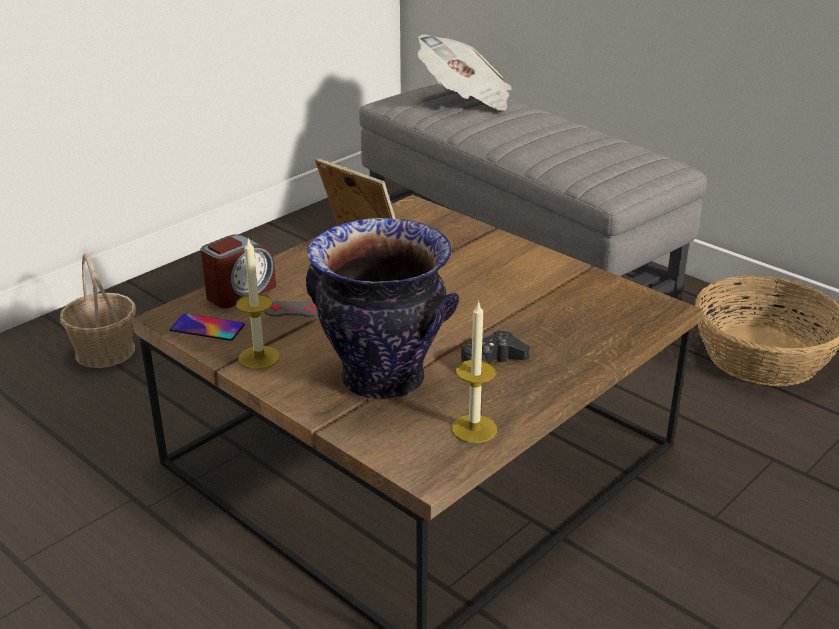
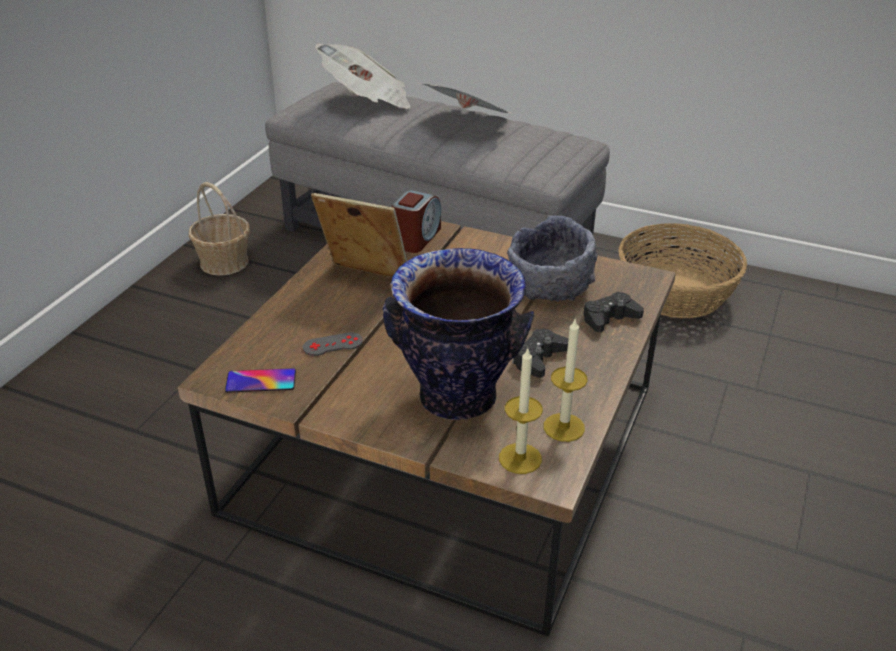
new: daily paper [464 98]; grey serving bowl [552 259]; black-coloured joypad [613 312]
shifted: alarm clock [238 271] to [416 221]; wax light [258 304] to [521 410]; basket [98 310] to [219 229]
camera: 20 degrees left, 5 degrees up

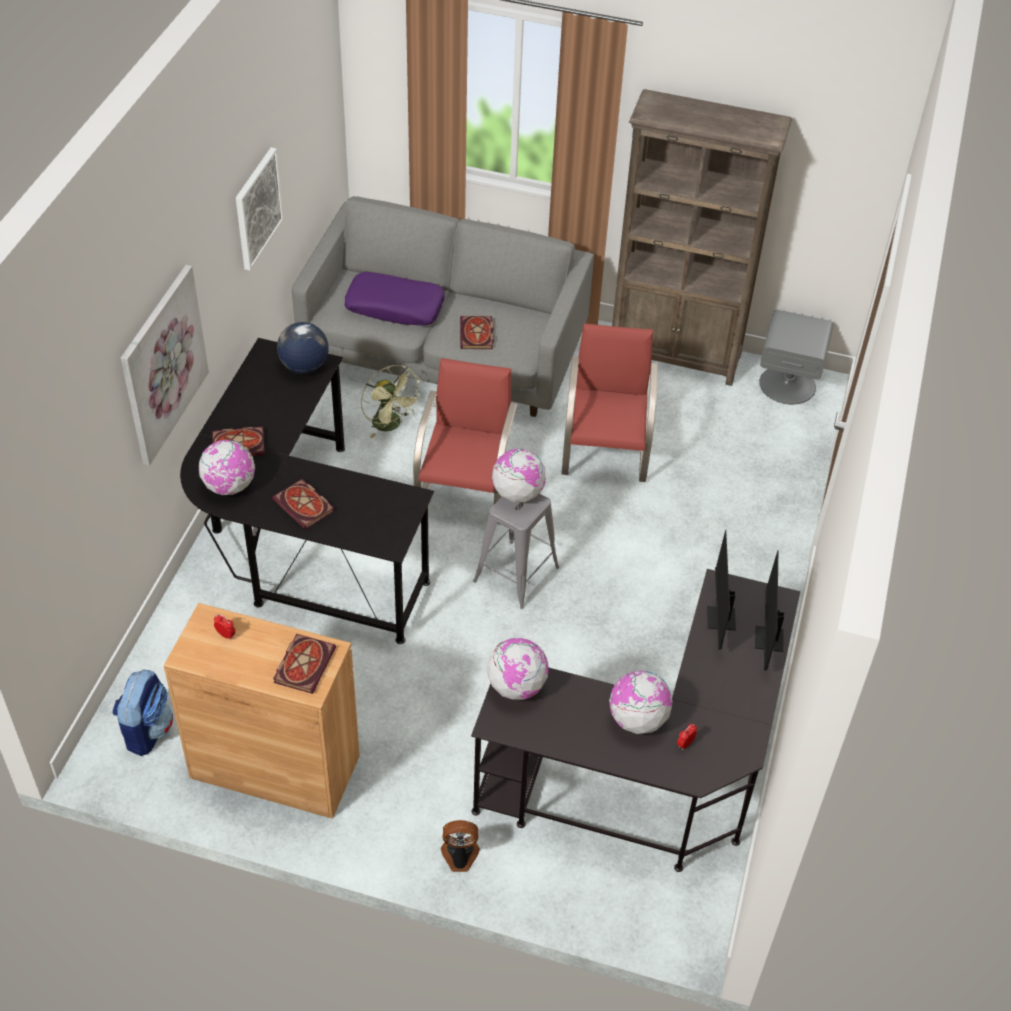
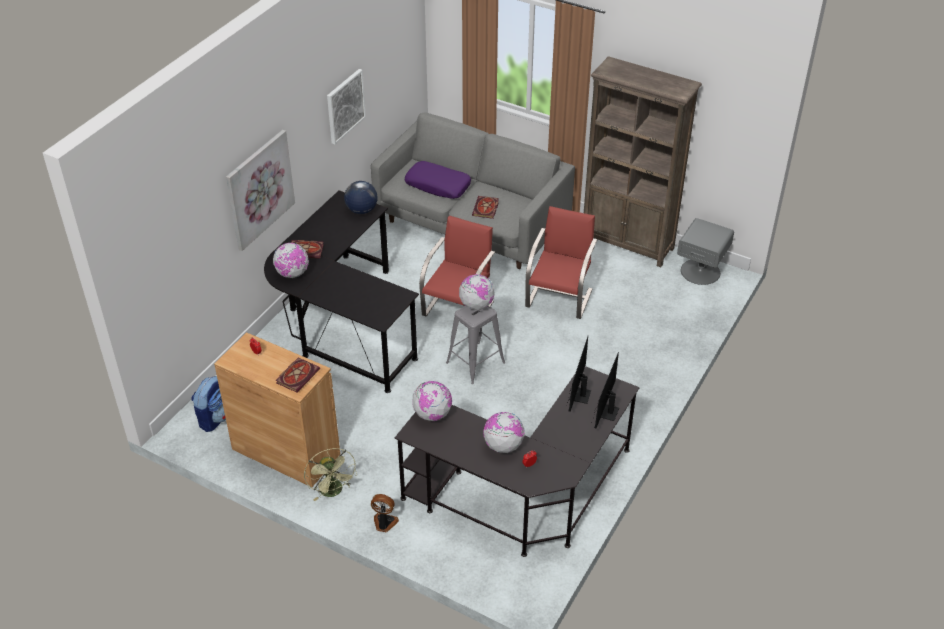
gone: book [303 504]
shifted: green-coloured electric fan [391 401] to [330 474]
camera: 15 degrees right, 5 degrees down

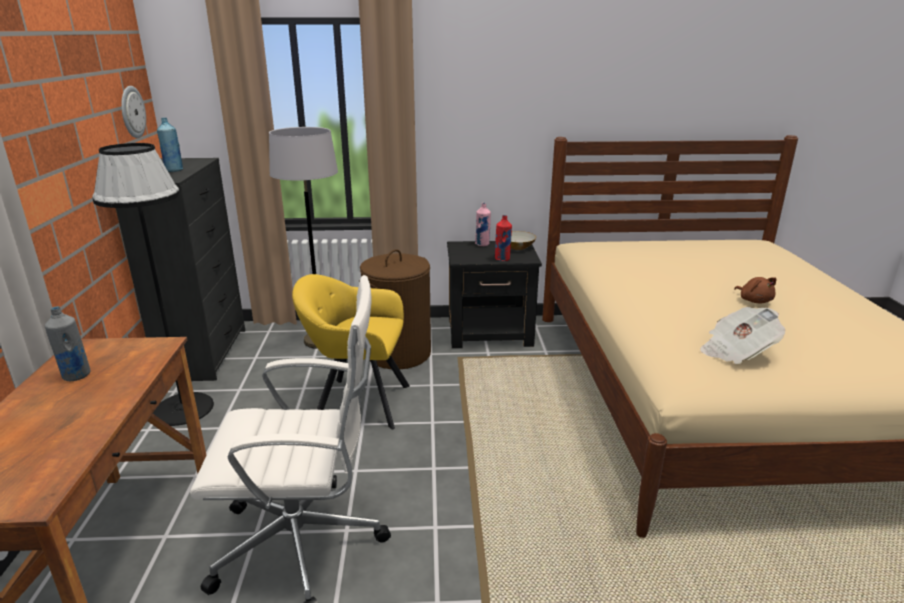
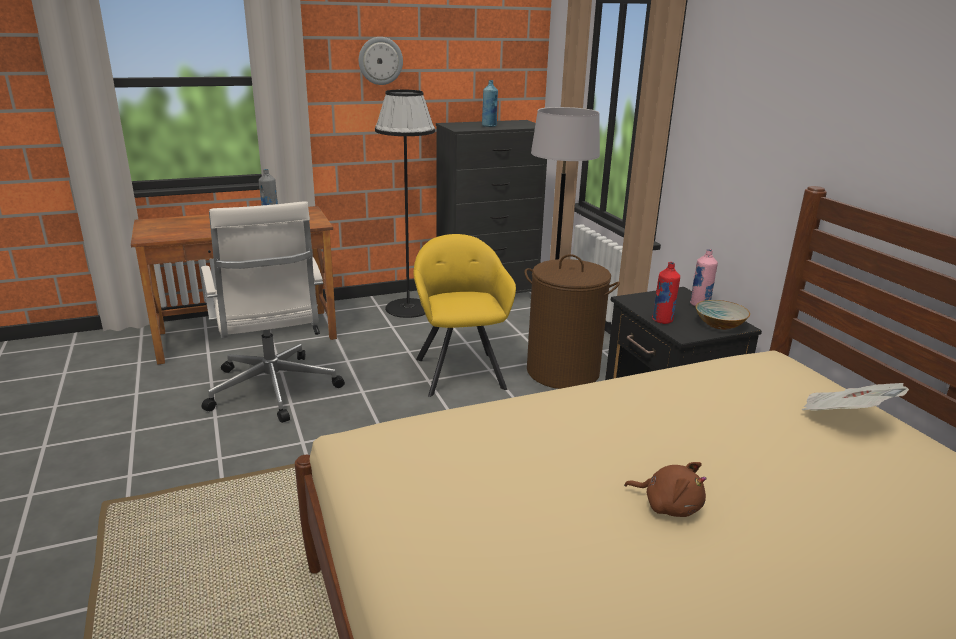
shifted: clock on the wall [133 112] to [381 61]; daily paper [742 335] to [855 397]
rotated: brown soft toy [755 290] = [665 489] 105 degrees counterclockwise
camera: 70 degrees right, 0 degrees up

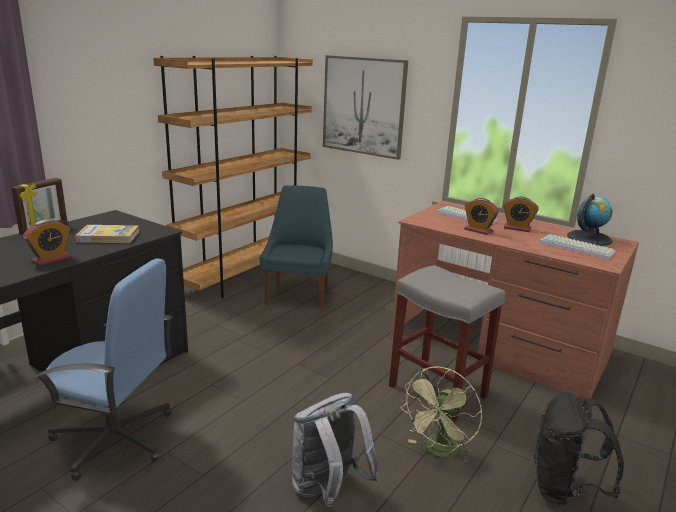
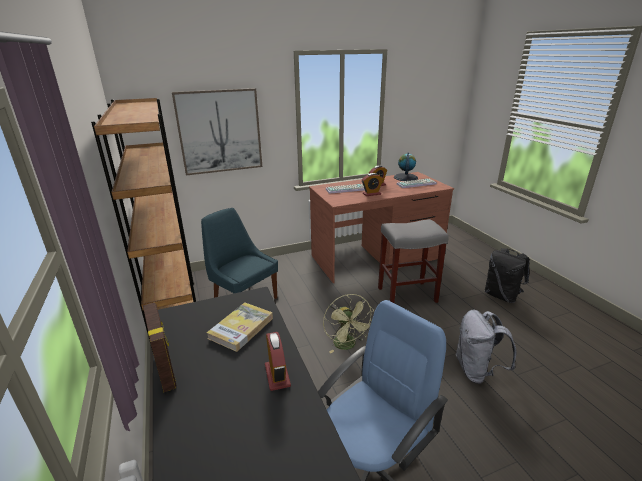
shifted: green-coloured electric fan [441 414] to [348 323]
camera: 55 degrees left, 5 degrees up

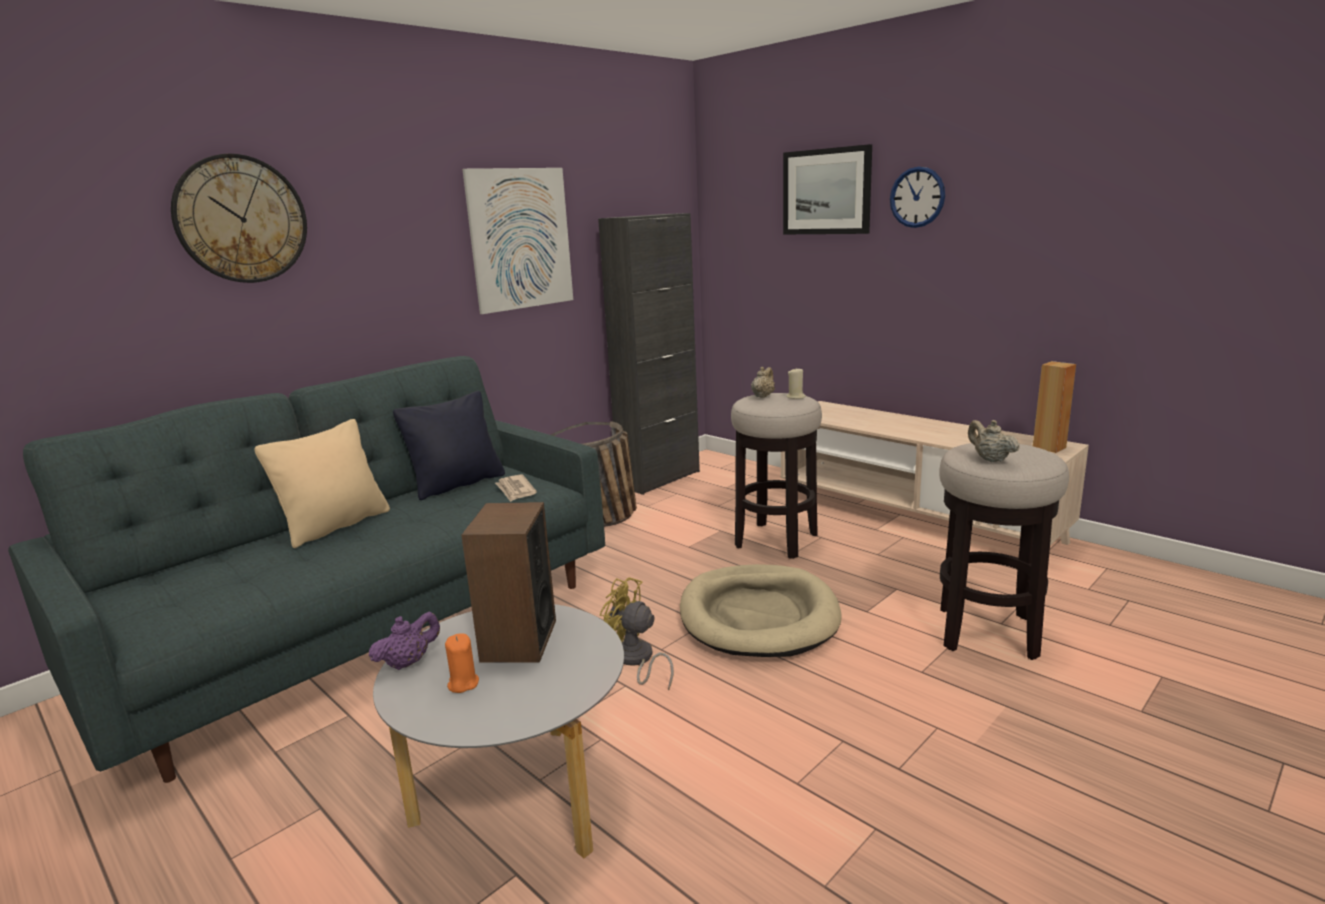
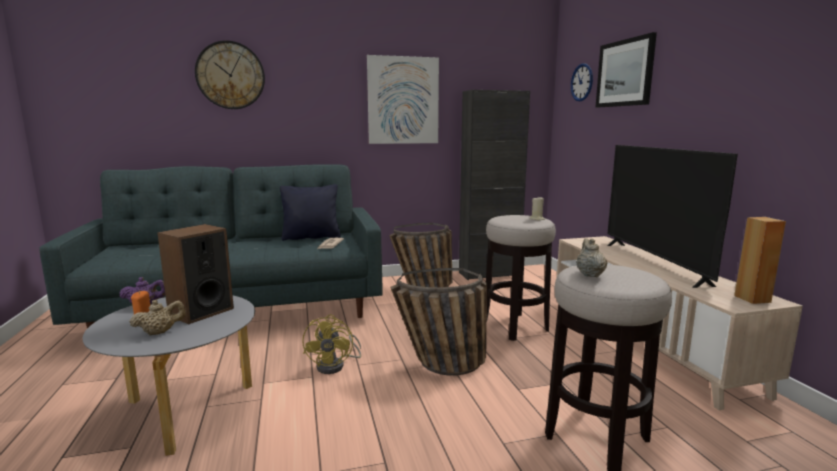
gone: beige cushion [322 483]
new: television [672 216]
shifted: clock on the wall [917 197] to [582 82]; beige teapot [763 382] to [157 318]
swapped: beige pet bed [761 610] to basket [438 322]
rotated: yellow electric fan [637 634] = [331 344] 150 degrees counterclockwise
camera: 30 degrees right, 5 degrees down

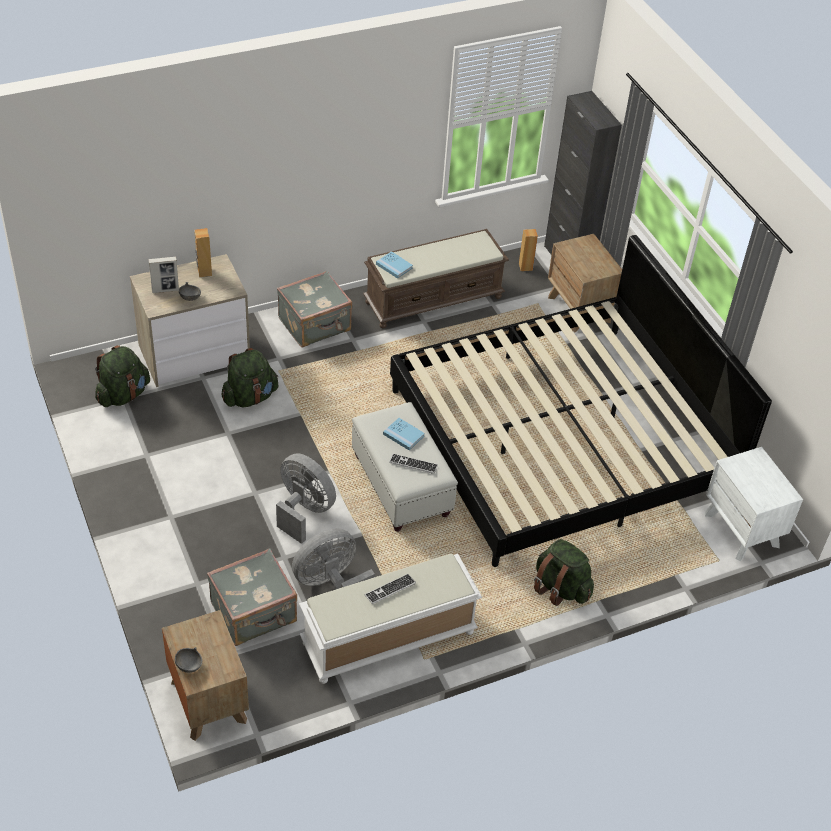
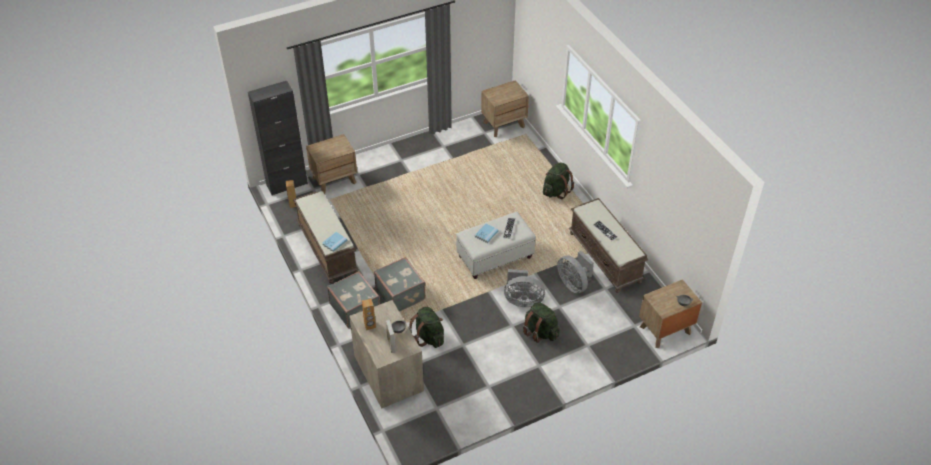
gone: bedroom bed [581 401]
shifted: green-coloured knapsack [122 376] to [541 322]; grey travel case [252 597] to [400 284]
repainted: white bedside table [754 504] to brown bedside table [505 108]; white indoor bench [390 619] to brown indoor bench [608 245]
rotated: grey electric fan [306 498] = [524 288] 120 degrees counterclockwise
camera: 90 degrees left, 0 degrees up

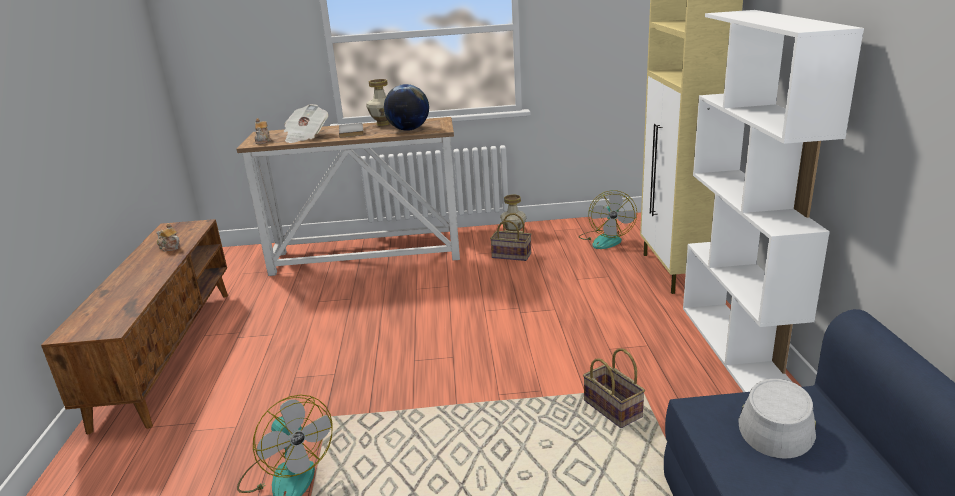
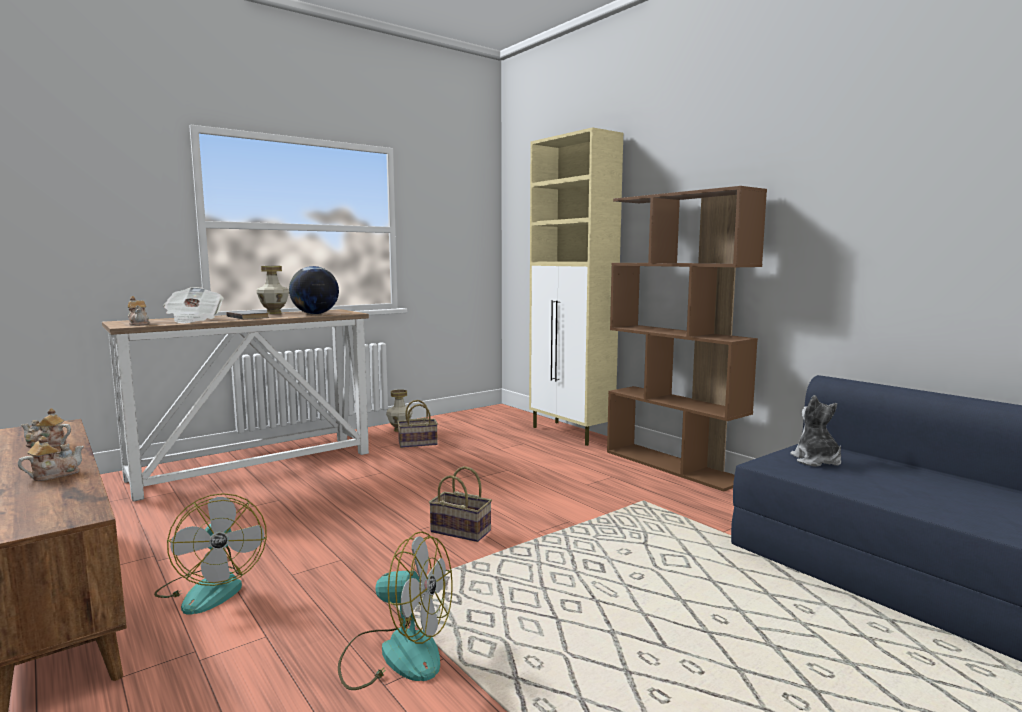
new: teapot [51 458]
shifted: electric fan [608 219] to [210 554]; basket [614 388] to [460 504]
swapped: grey clothing hat [777 418] to soft toy [816 431]
repainted: white bookcase [773 201] to brown bookcase [687 339]
camera: 35 degrees left, 15 degrees down

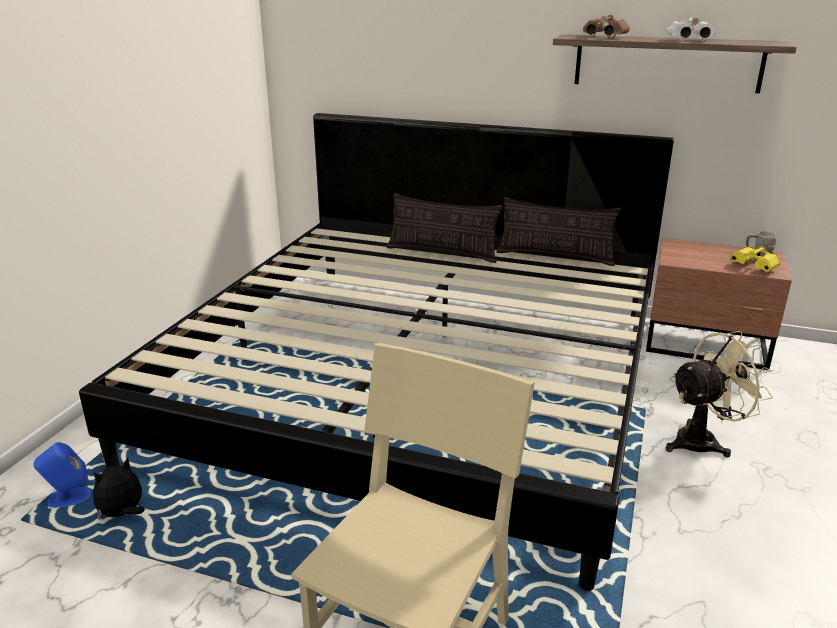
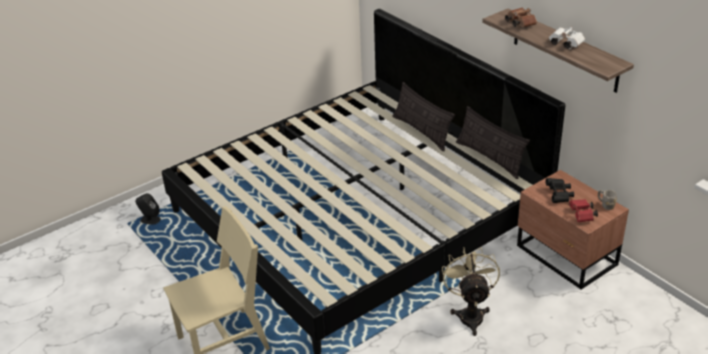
gone: soft toy [119 489]
new: black-coloured pair of binoculars [560 190]
repainted: yellow pair of binoculars [755 259] to red pair of binoculars [583 210]; blue speaker [62 475] to black-coloured speaker [148 209]
rotated: beige electric fan [719 394] = [471 291] 105 degrees counterclockwise
camera: 35 degrees right, 10 degrees up

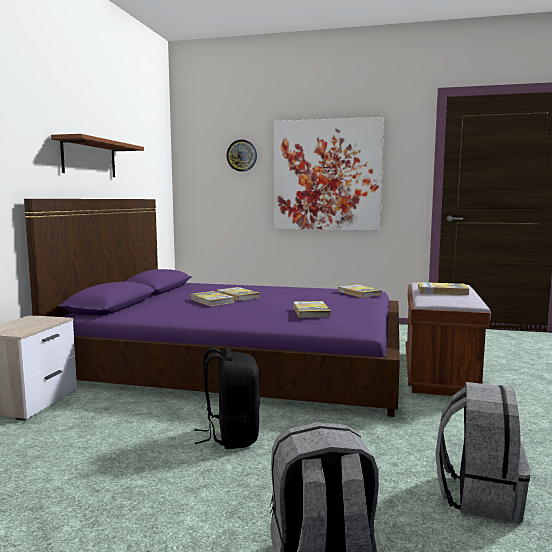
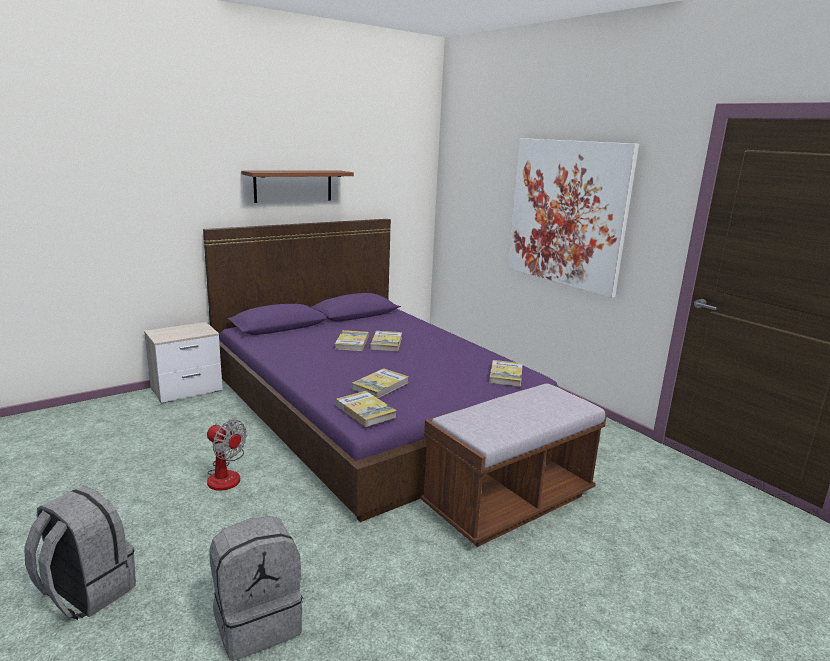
gone: clock on the wall [242 156]
shifted: book [443 288] to [366 409]
swapped: black-coloured knapsack [227 398] to electric fan [227 454]
camera: 40 degrees right, 10 degrees up

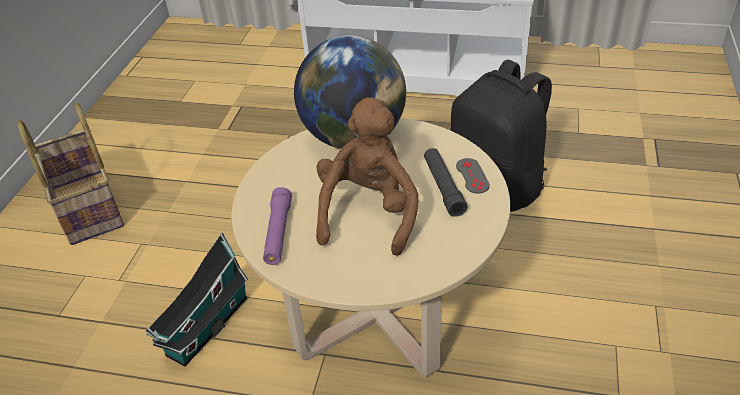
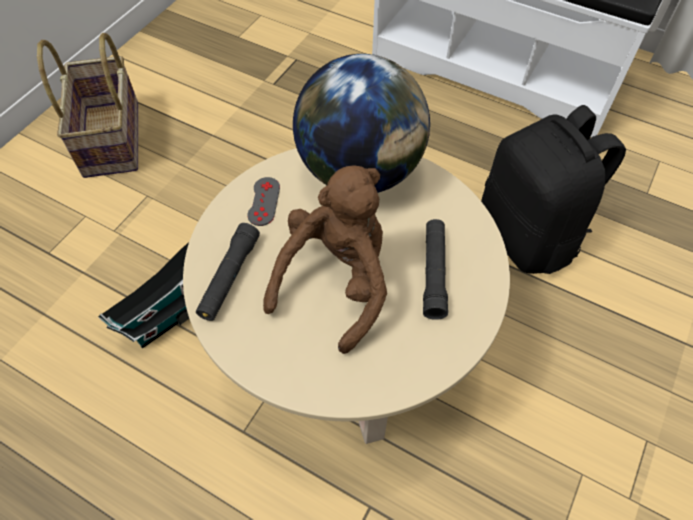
shifted: grey joypad [473 176] to [263 201]
repainted: purple hand torch [277 226] to black-coloured hand torch [228 272]
camera: 15 degrees right, 15 degrees up

